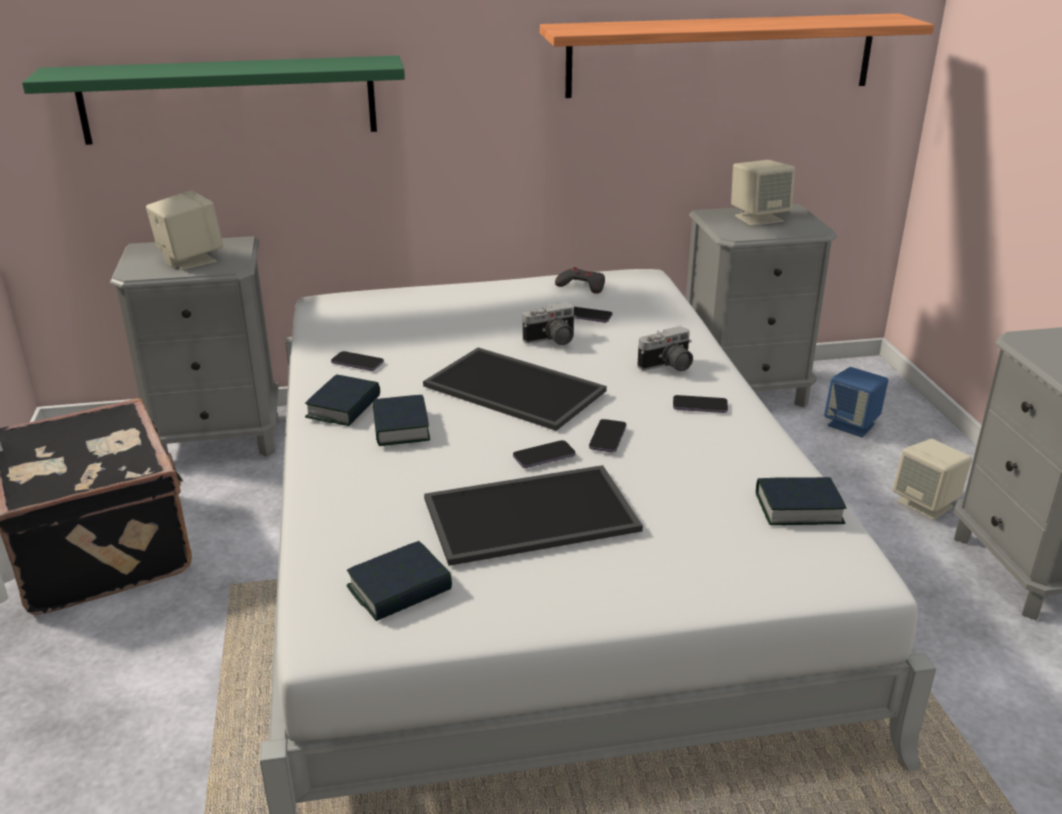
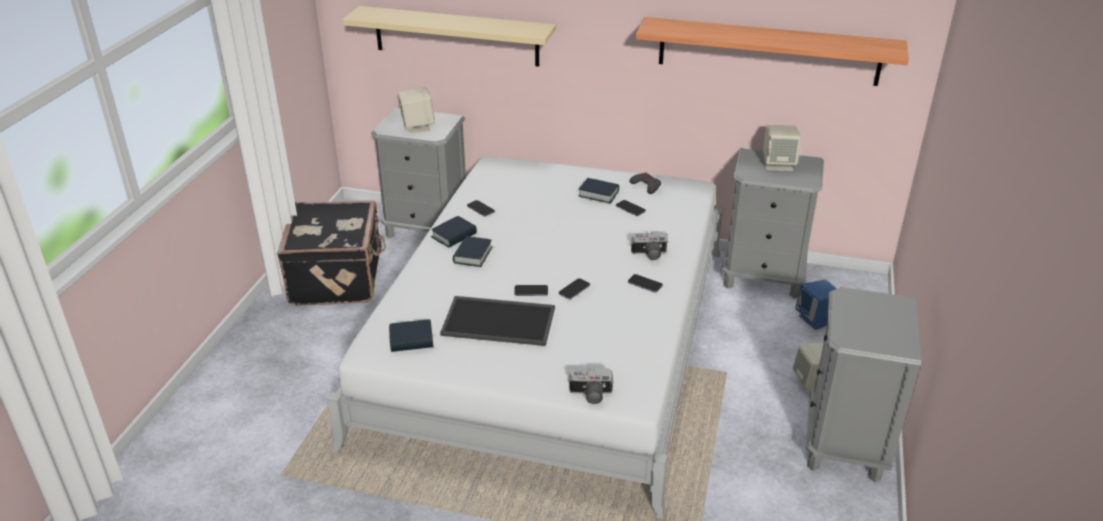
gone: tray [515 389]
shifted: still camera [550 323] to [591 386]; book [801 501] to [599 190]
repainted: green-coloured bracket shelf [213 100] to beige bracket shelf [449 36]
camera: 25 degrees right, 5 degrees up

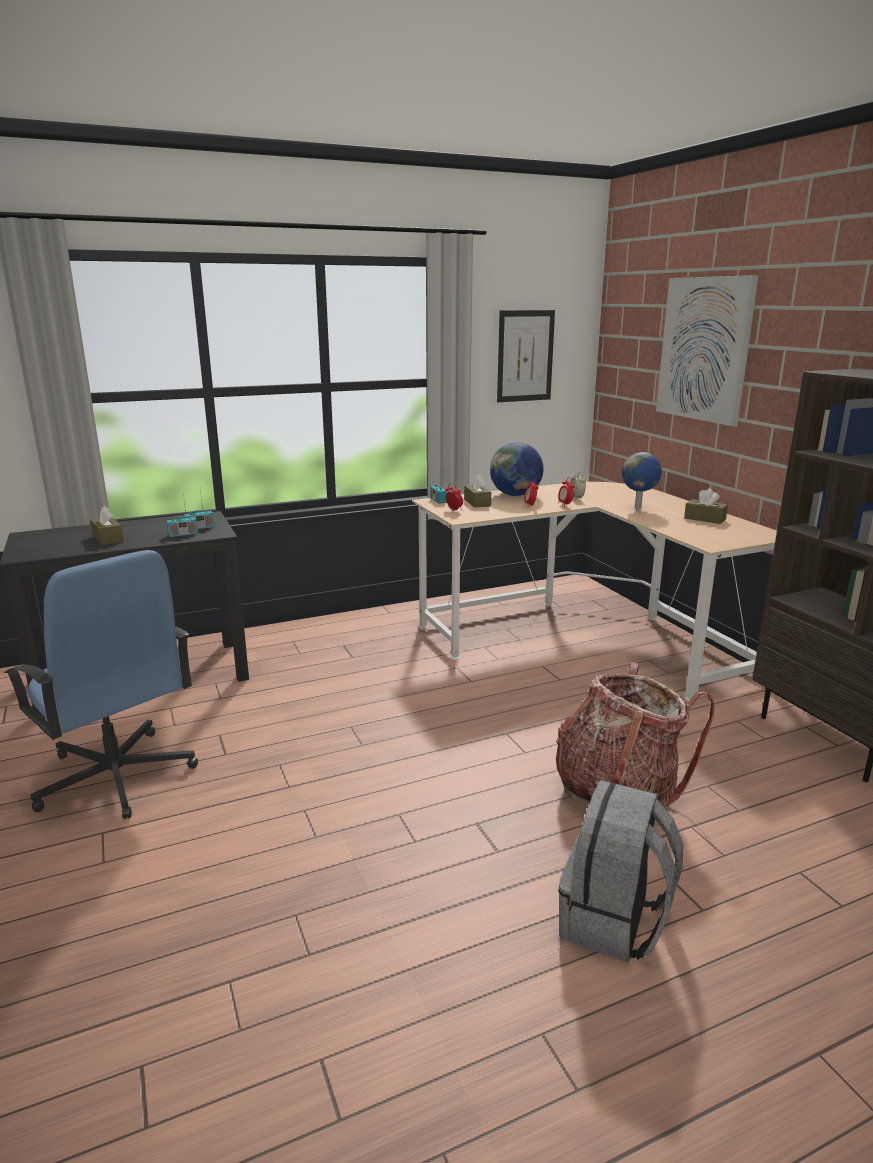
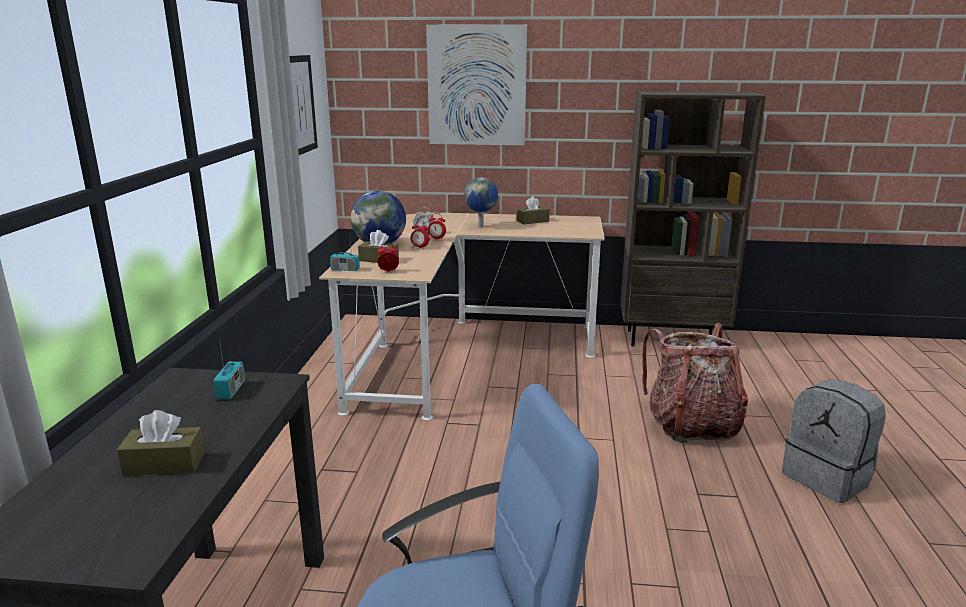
gone: radio set [182 515]
camera: 60 degrees left, 0 degrees up

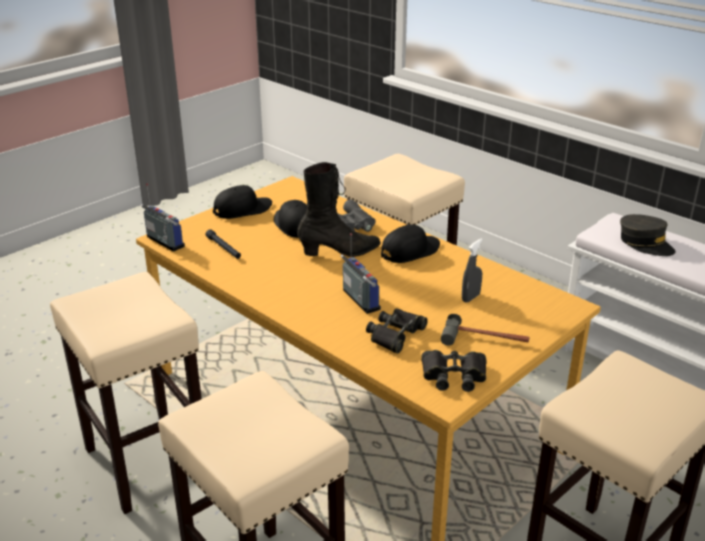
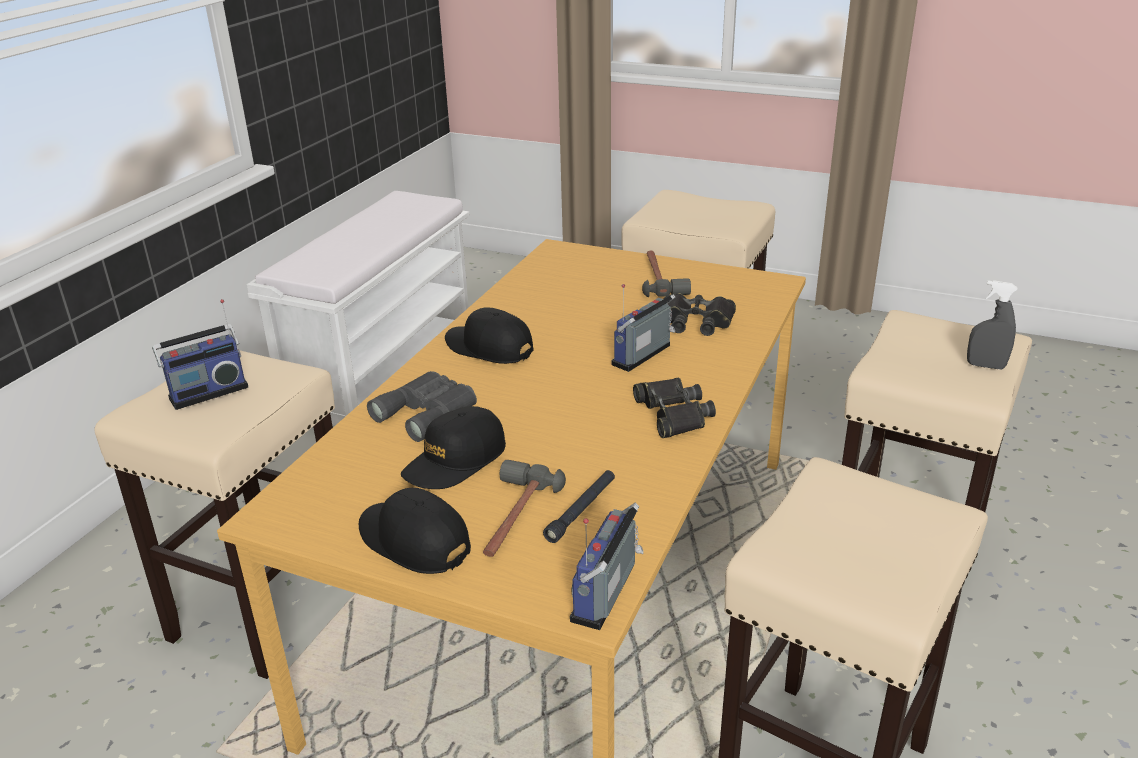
gone: black-coloured high-top boot [339 209]; grey baseball cap [648 235]
new: radio set [200 354]; tool hammer [524 508]
shifted: grey hand sprayer [472 270] to [992 324]; black-coloured pair of binoculars [454 371] to [674 408]
camera: 110 degrees left, 0 degrees up

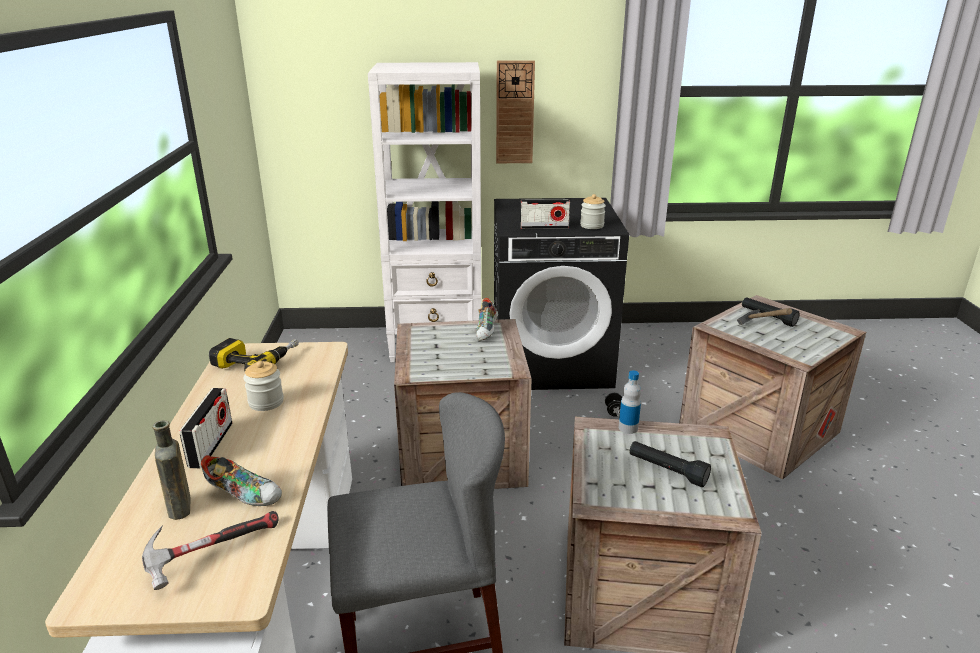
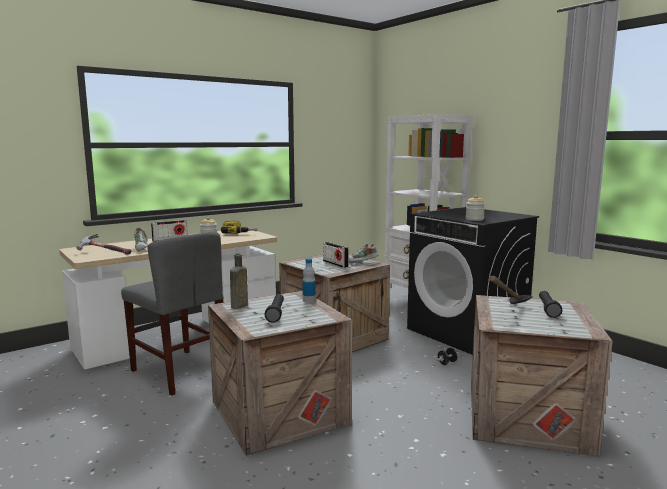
gone: clock on the wall [515 111]
shifted: radio set [545 214] to [336 255]; brown beverage bottle [171 470] to [239 281]
camera: 55 degrees right, 15 degrees down

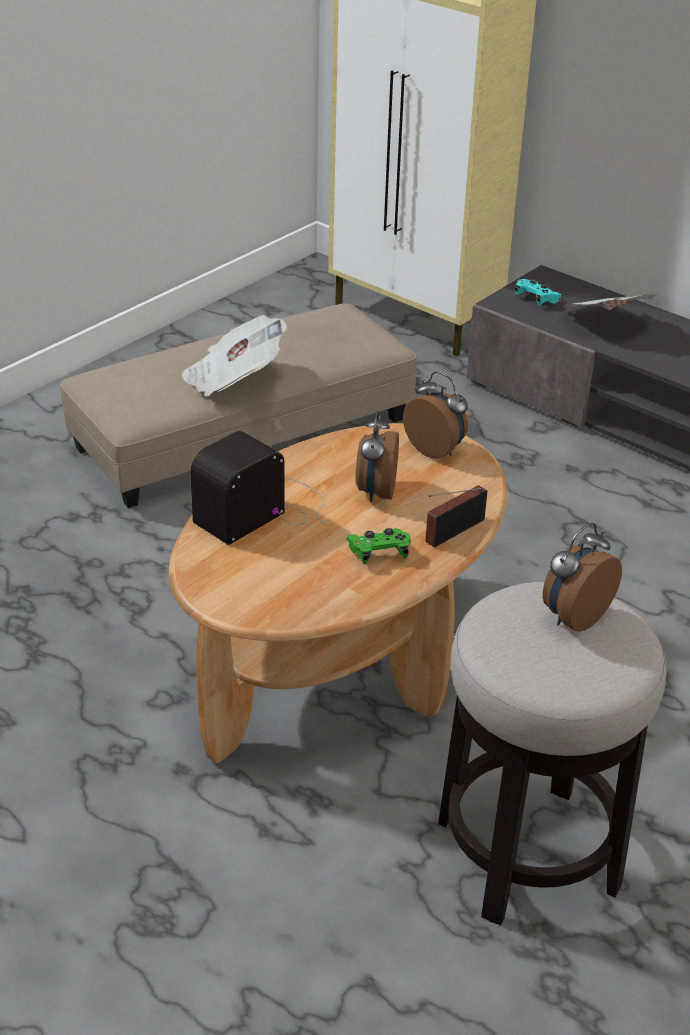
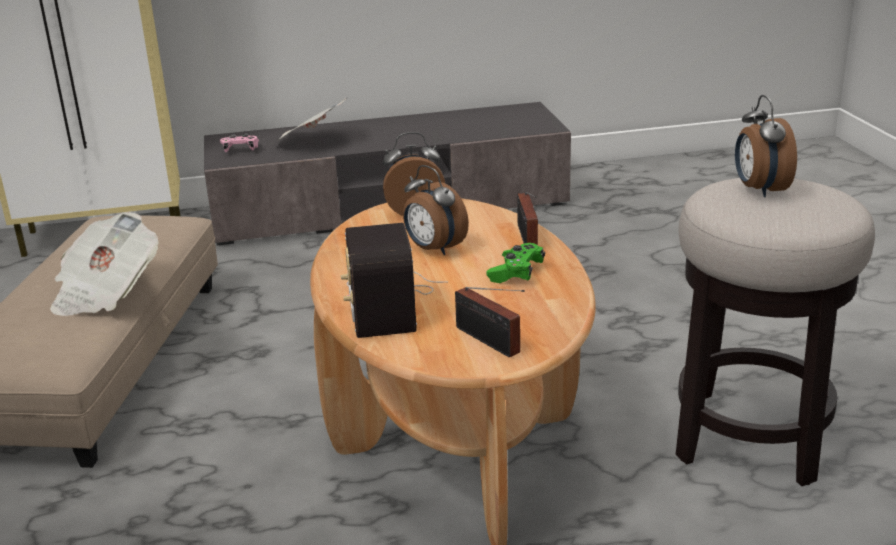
new: radio set [490 322]
repainted: blue-green joypad [537 292] to pinkish joypad [239 143]
camera: 50 degrees left, 10 degrees down

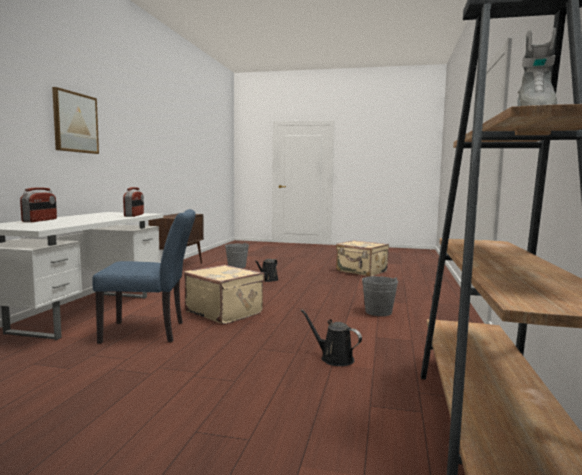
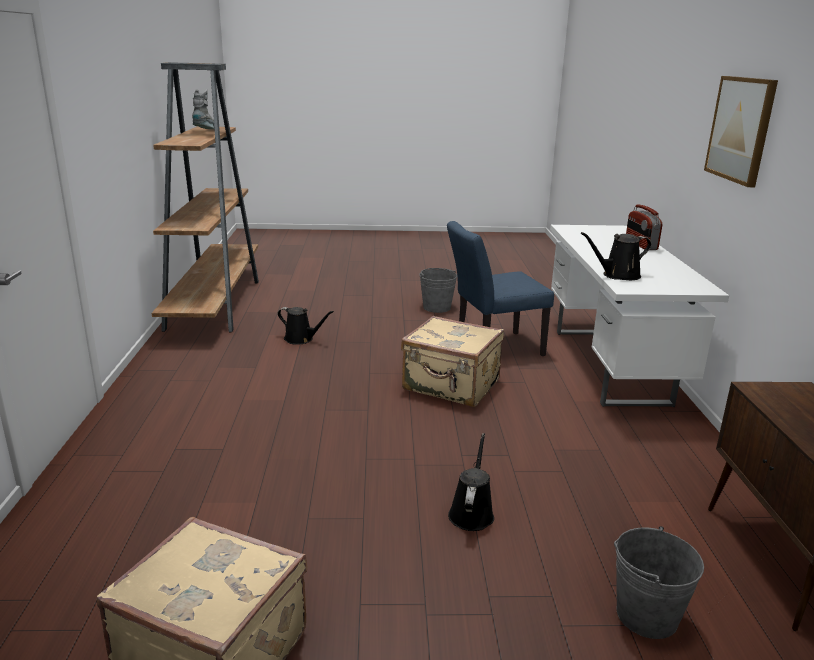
shifted: grey pail [380 296] to [438 290]
swapped: radio set [133 202] to black-coloured watering pot [616 256]
camera: 165 degrees right, 15 degrees up

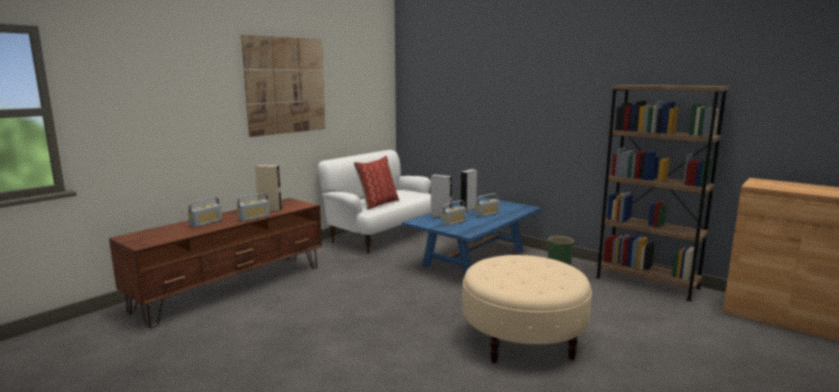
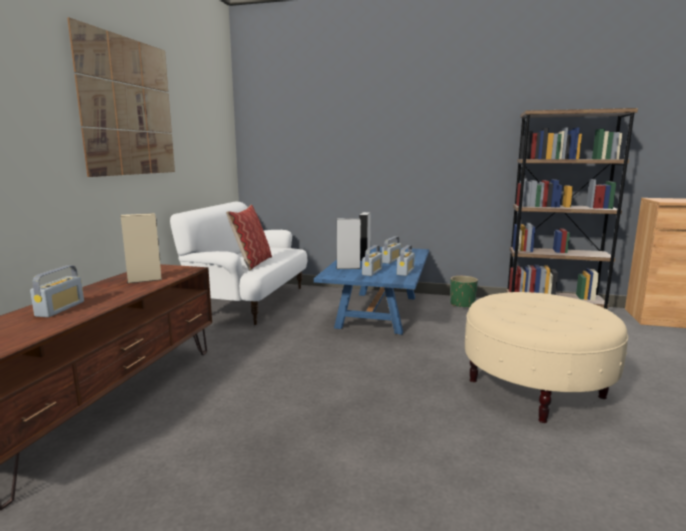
shifted: radio set [253 207] to [406 260]
camera: 25 degrees left, 0 degrees up

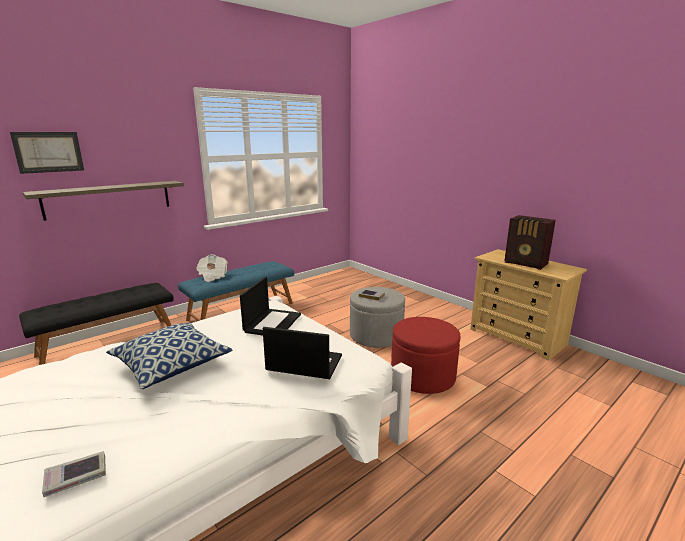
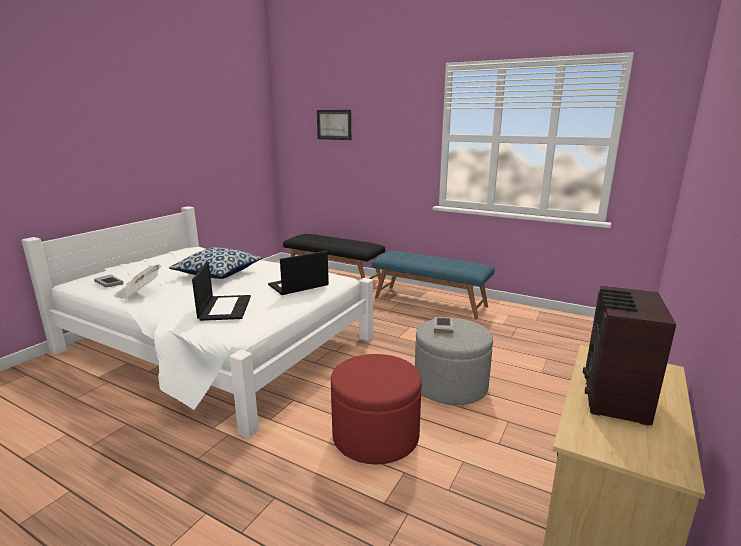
gone: bracket shelf [103 201]
shifted: daily paper [212 268] to [137 282]
rotated: portable computer [270 306] = [298 273] 150 degrees clockwise
camera: 70 degrees right, 0 degrees up

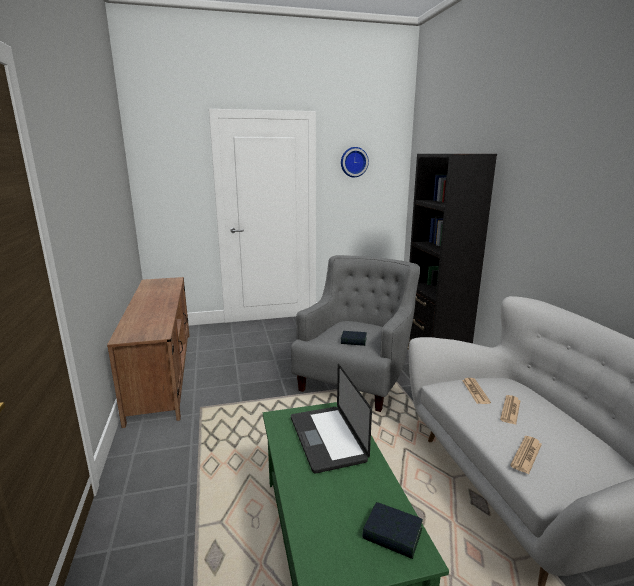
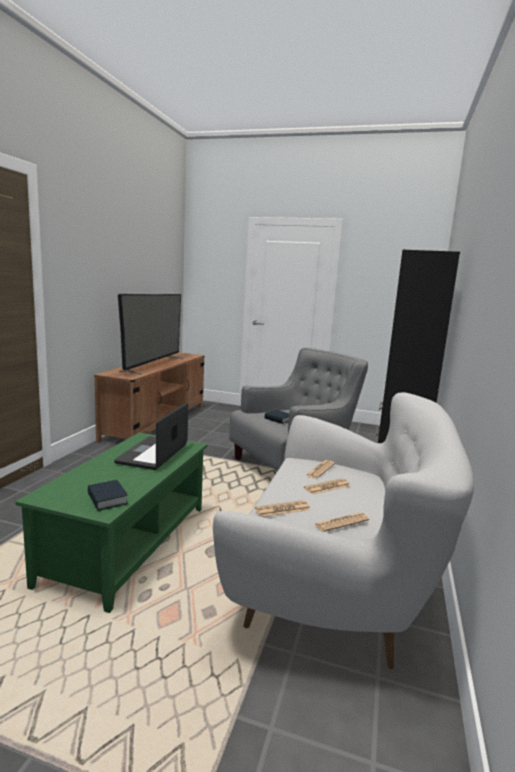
gone: clock on the wall [355 162]
new: television [150 334]; daily paper [341 522]
camera: 30 degrees right, 5 degrees down

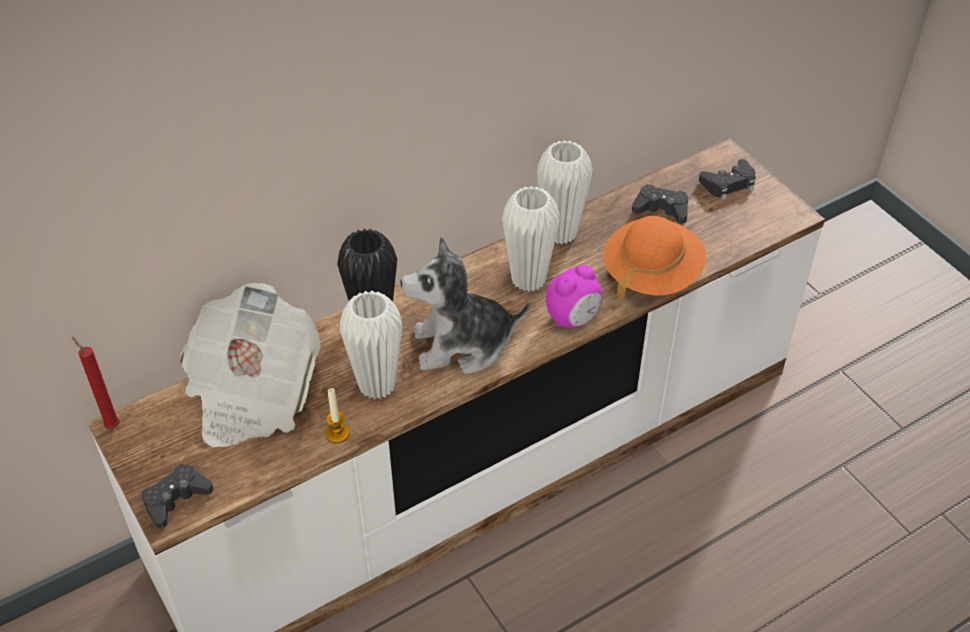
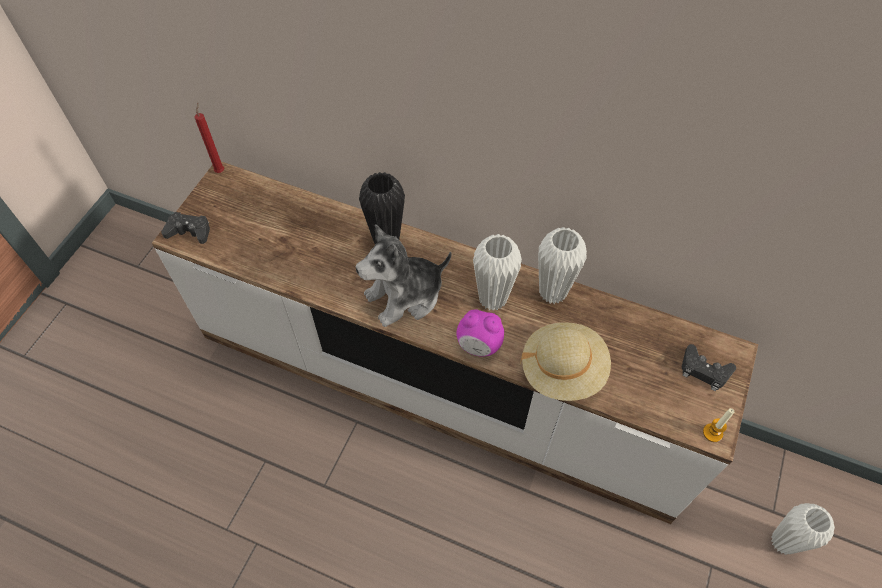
gone: black-coloured joypad [660 204]; daily paper [250 365]
shifted: white vase [371 345] to [803 529]; wax light [337 415] to [718 425]
repainted: orange-coloured clothing hat [654 258] to beige clothing hat [565 361]
rotated: soft toy [465 305] = [403 275] 75 degrees counterclockwise
camera: 55 degrees right, 10 degrees up

